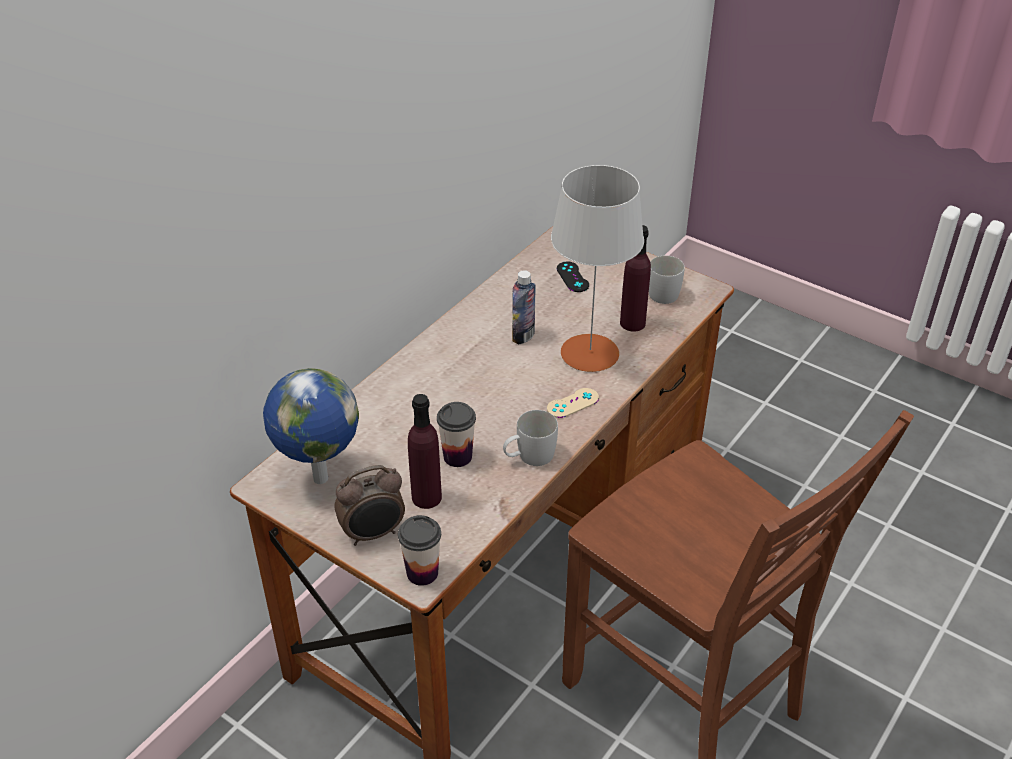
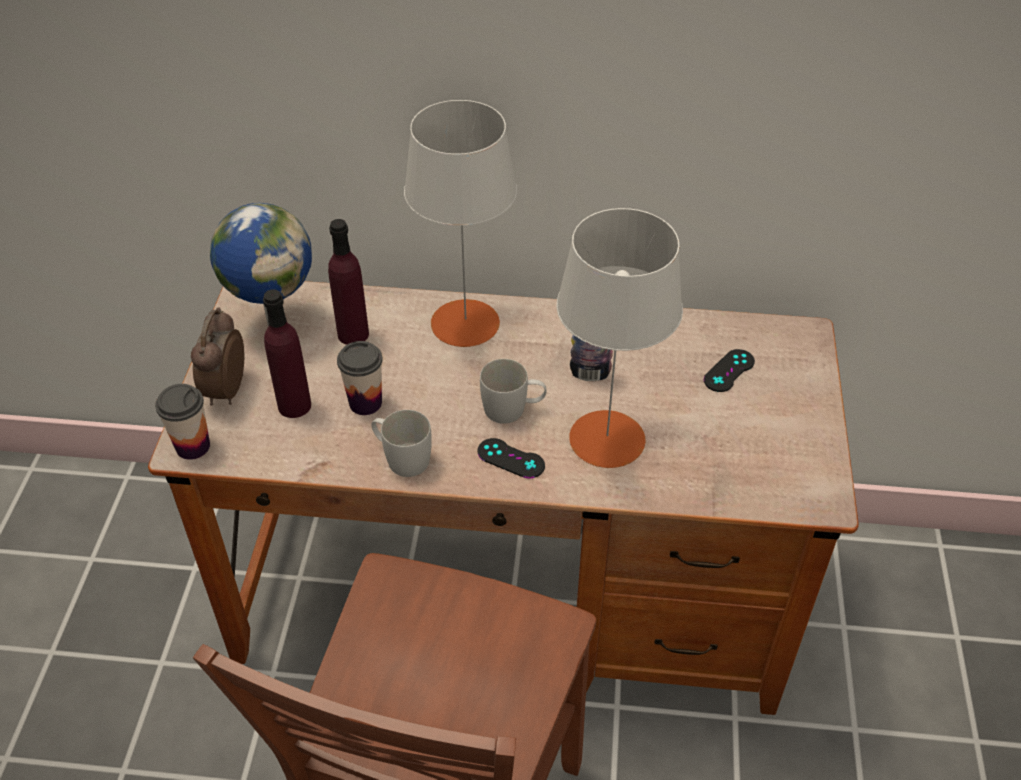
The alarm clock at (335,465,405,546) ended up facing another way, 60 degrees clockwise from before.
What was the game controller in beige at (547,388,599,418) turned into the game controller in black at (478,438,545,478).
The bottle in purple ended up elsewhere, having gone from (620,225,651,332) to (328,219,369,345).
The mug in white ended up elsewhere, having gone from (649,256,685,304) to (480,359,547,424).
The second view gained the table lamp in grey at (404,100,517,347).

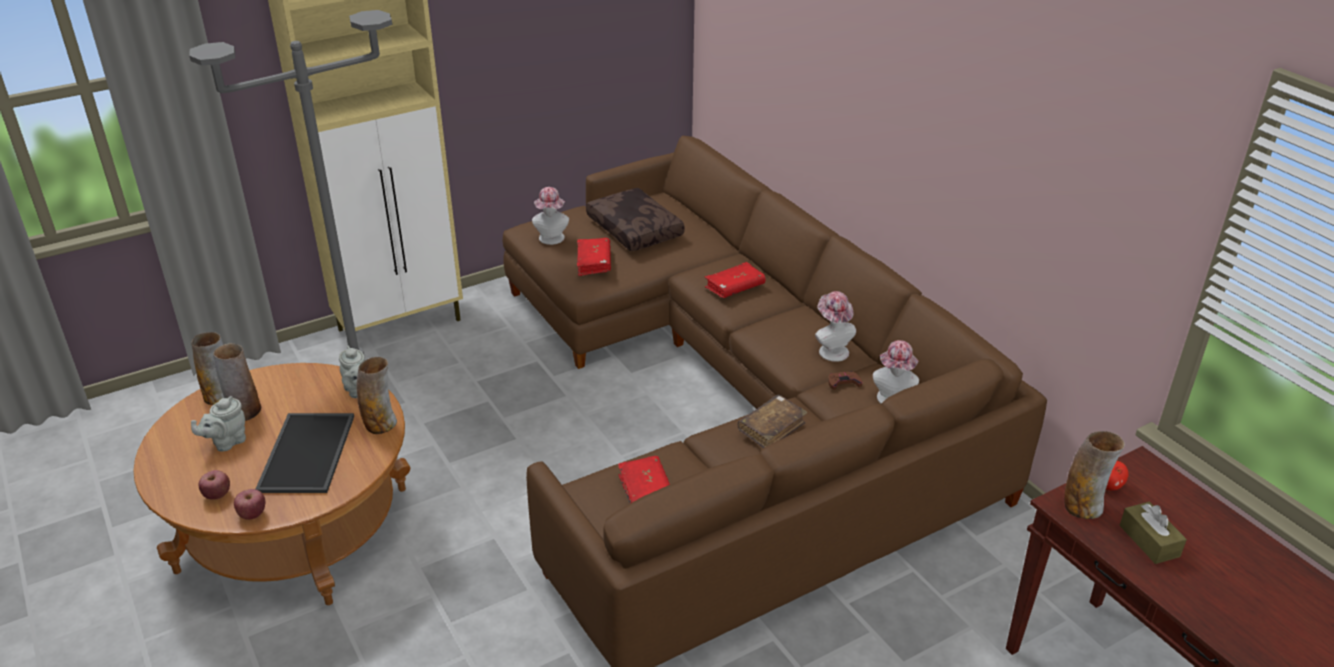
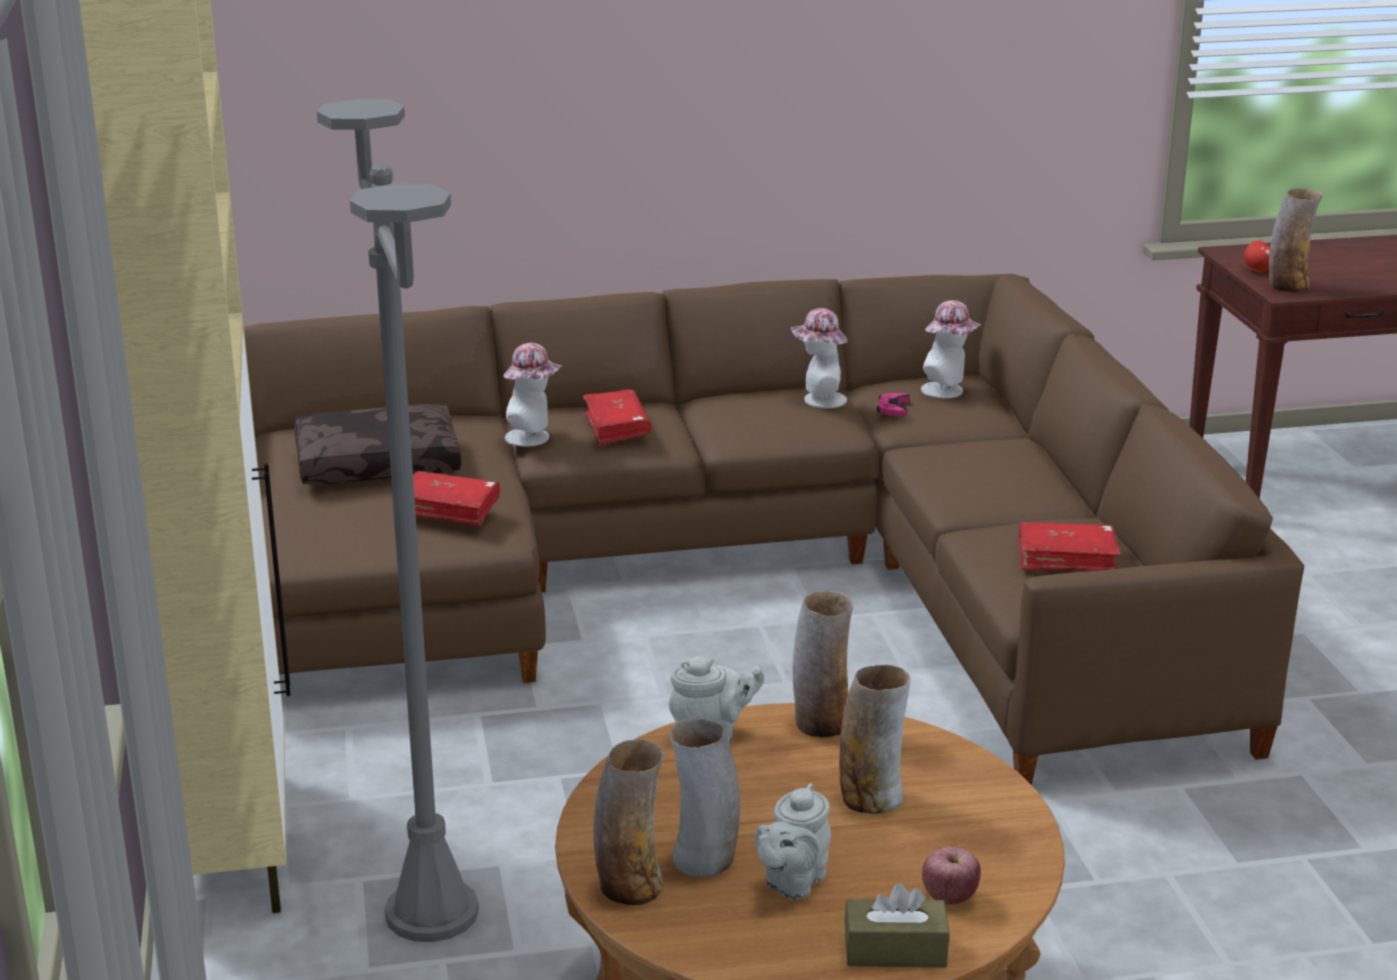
The teapot in grey at (191,396,246,452) ended up facing another way, 60 degrees clockwise from before.
The second view lost the apple at (234,489,265,520).
Where the tray stood at (256,413,354,493), the vase came to stand at (839,665,911,814).
The hat ended up elsewhere, having gone from (532,187,569,245) to (504,343,562,447).
The second view lost the book in brown at (738,395,808,448).
What was the game controller in brown at (828,371,862,390) turned into the game controller in pink at (877,393,910,416).
The tissue box in brown ended up elsewhere, having gone from (1119,502,1187,564) to (844,883,949,967).

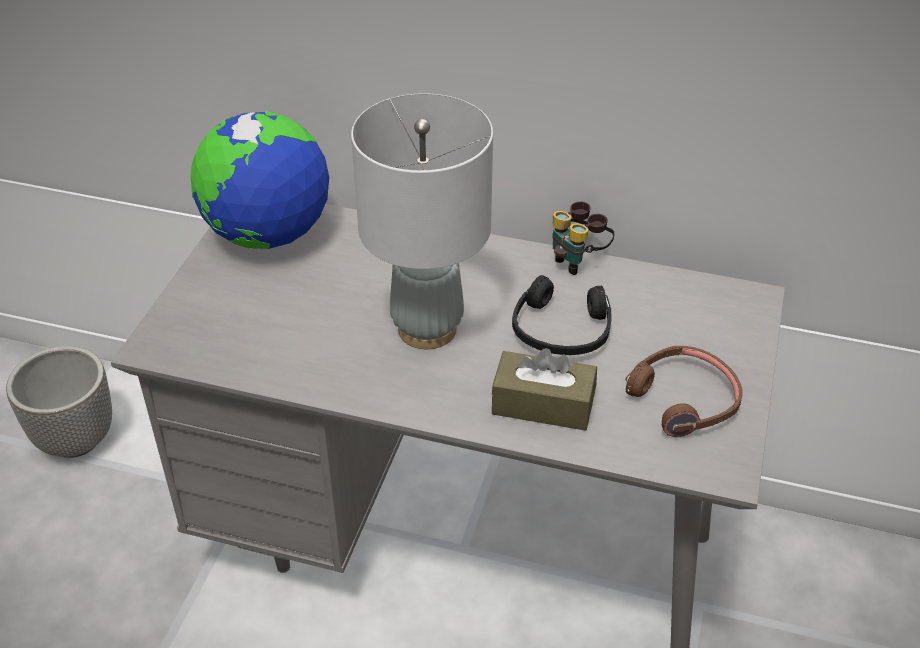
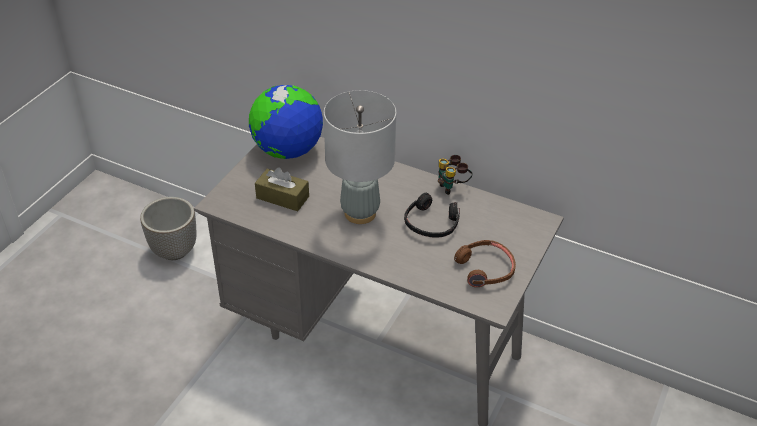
The tissue box in brown ended up elsewhere, having gone from (492,348,597,431) to (255,167,309,211).

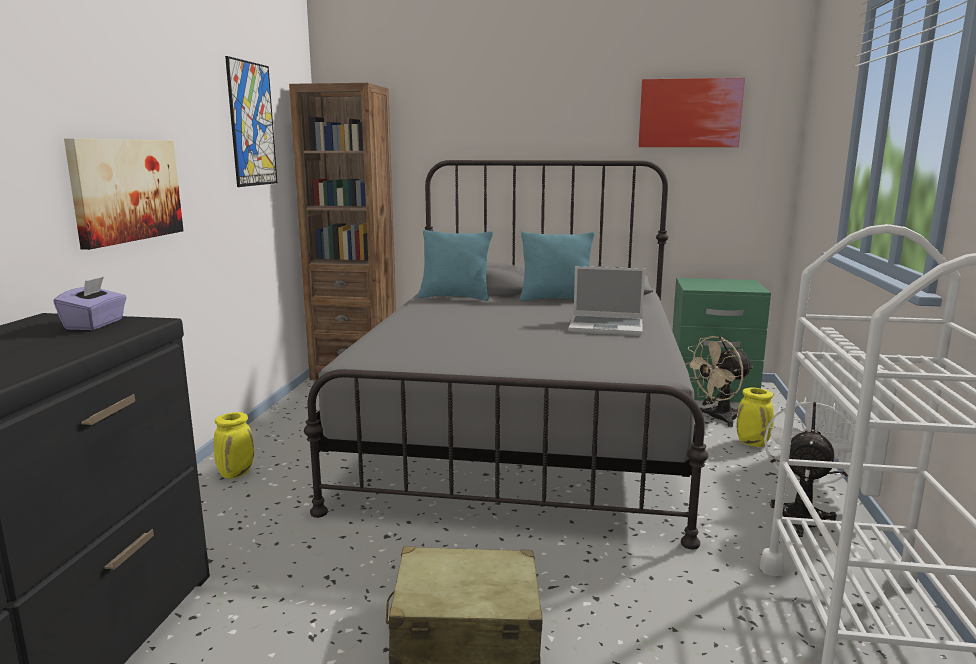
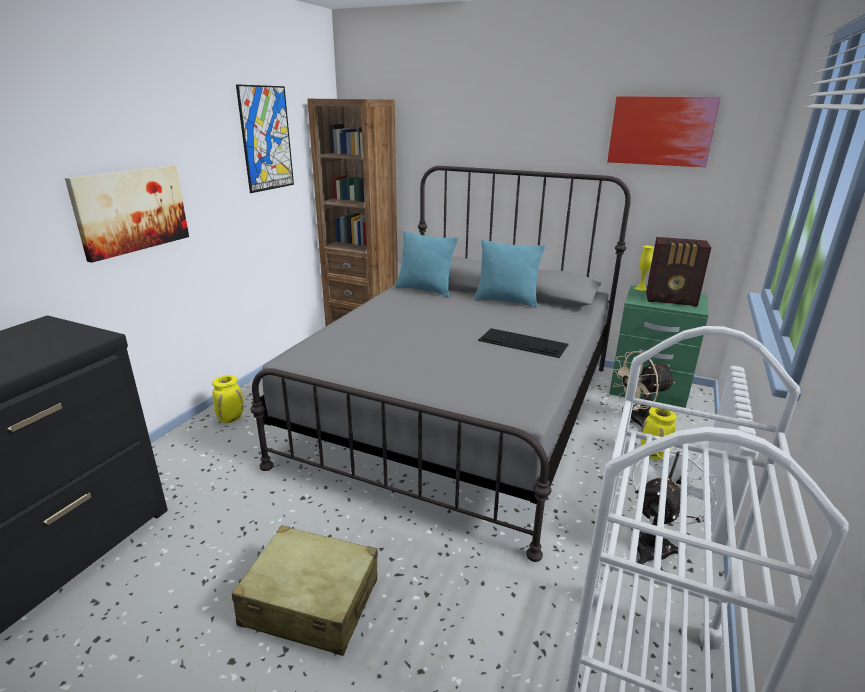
The second view lost the tissue box in purple at (54,277,127,330).
Where the laptop stood at (569,266,645,336), the keyboard came to stand at (478,328,569,358).
The second view gained the vase in yellow at (635,245,654,291).
The second view gained the radio at (646,237,711,307).

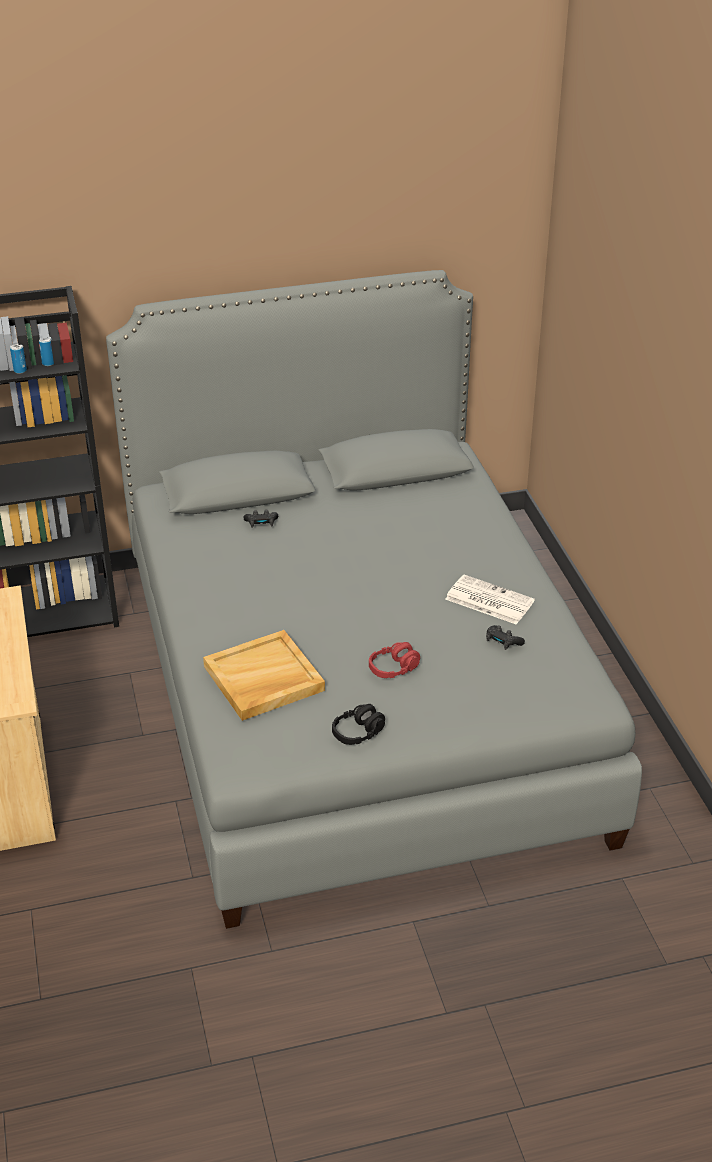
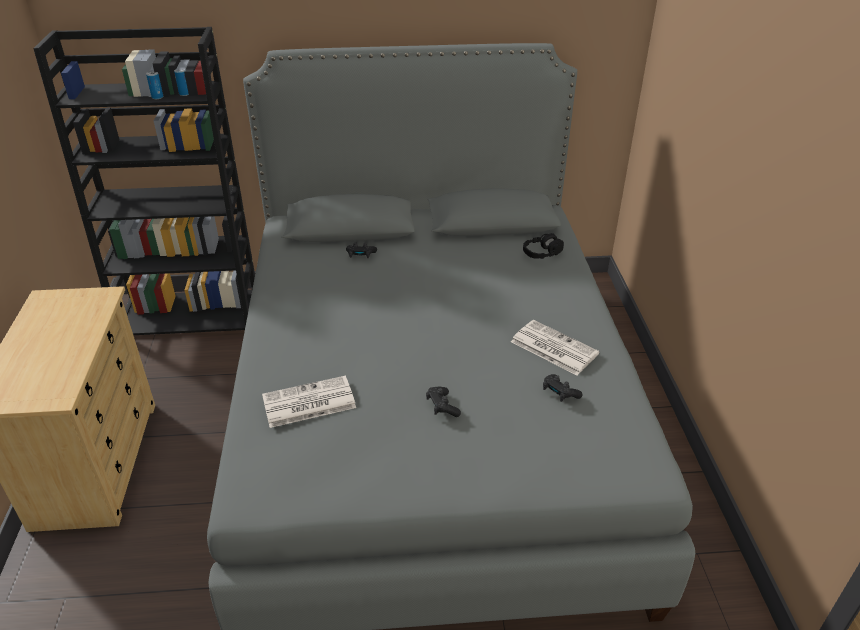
Where the tray in beige stood at (203,630,325,721), the newspaper came to stand at (262,376,356,428).
The headphones in black ended up elsewhere, having gone from (332,704,385,745) to (523,233,564,259).
Where the headphones in red stood at (369,642,420,678), the game controller in black came to stand at (426,387,461,417).

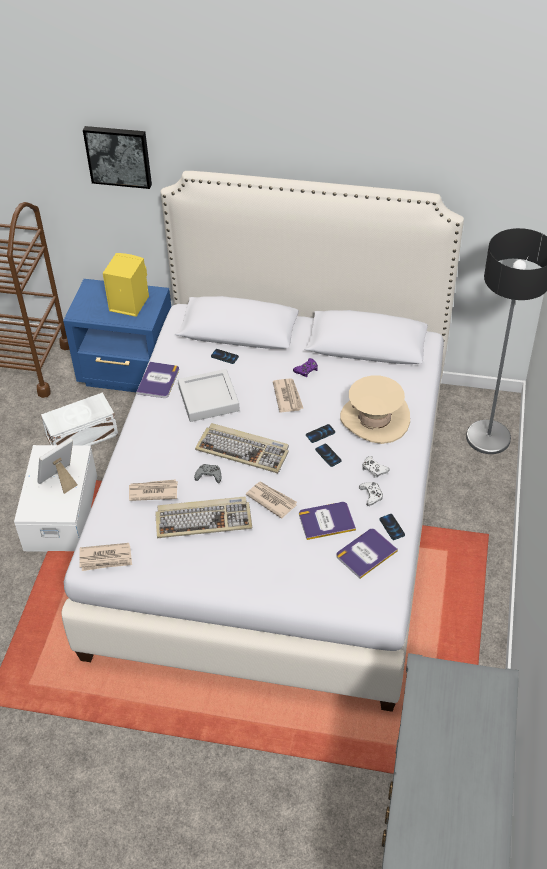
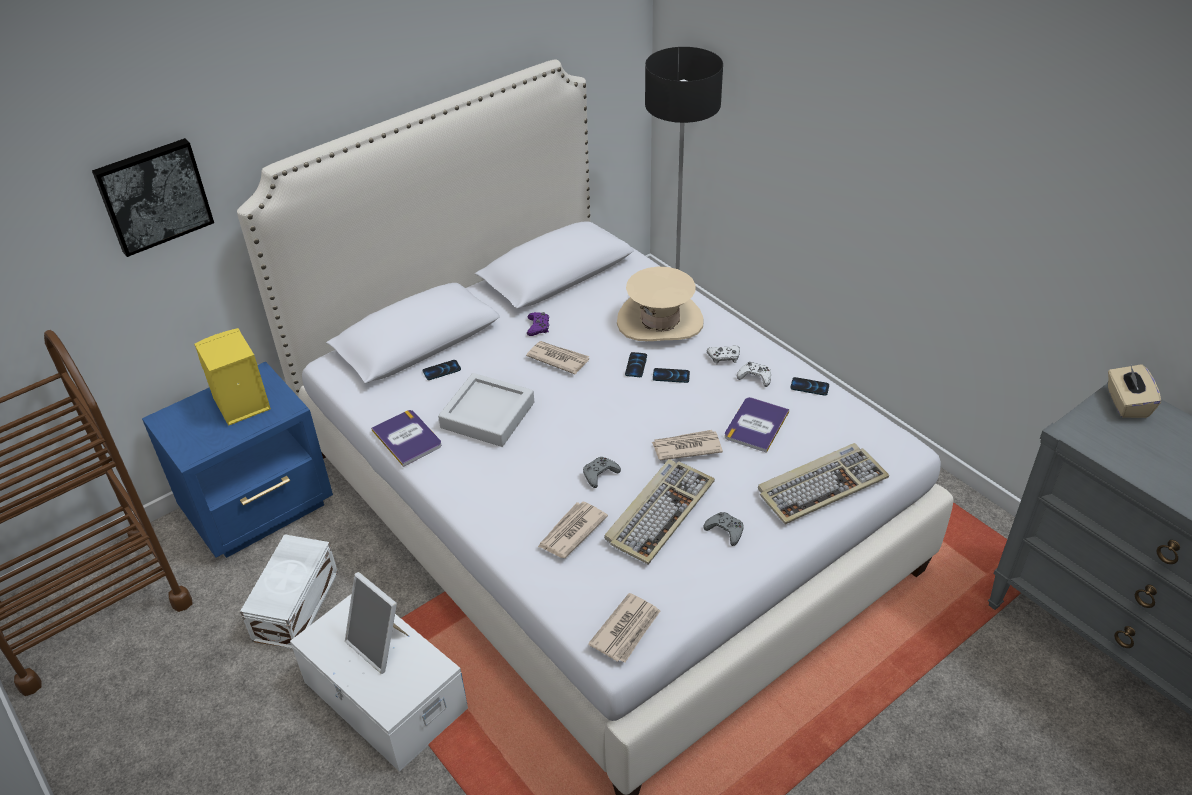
The picture frame at (37,438,78,494) ended up facing another way, 45 degrees counterclockwise from before.
The keyboard ended up elsewhere, having gone from (195,423,289,473) to (758,443,889,524).
The second view lost the book at (336,529,398,579).
The second view gained the game controller in grey at (703,512,744,546).
The second view gained the tissue box in beige at (1108,364,1161,418).

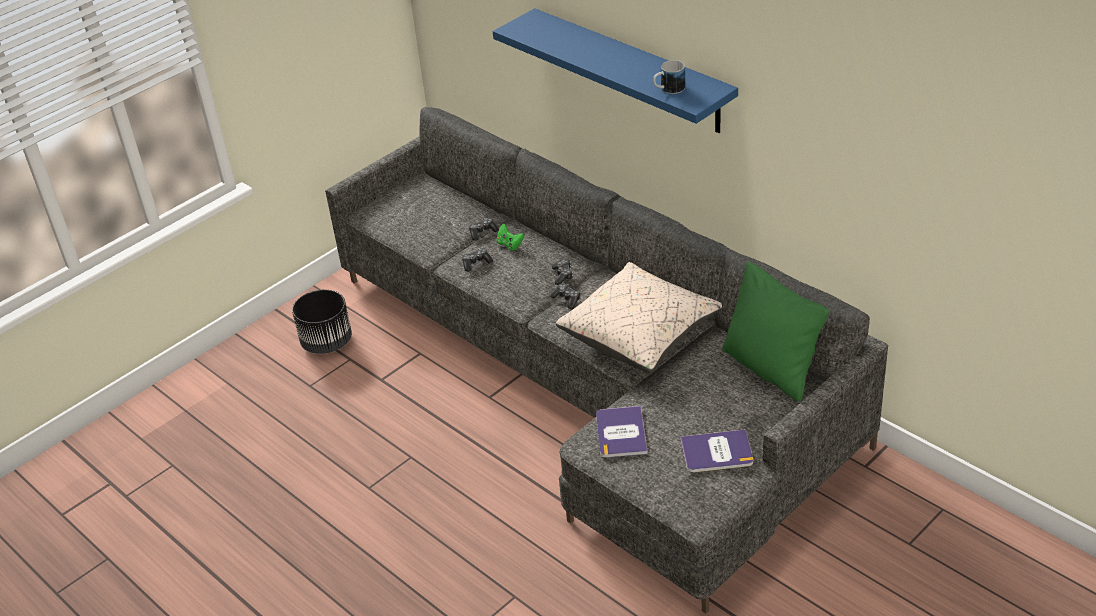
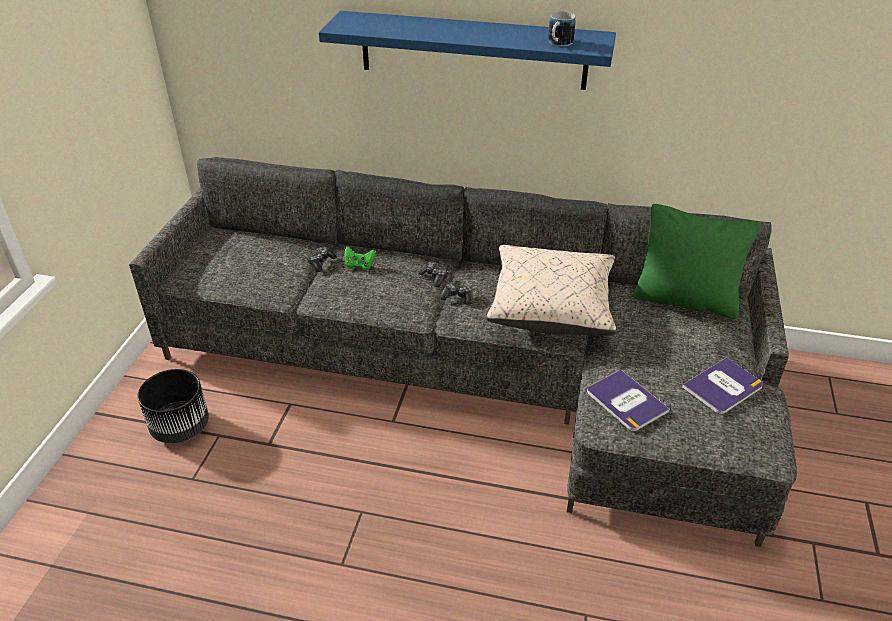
The second view lost the game controller at (462,248,493,272).

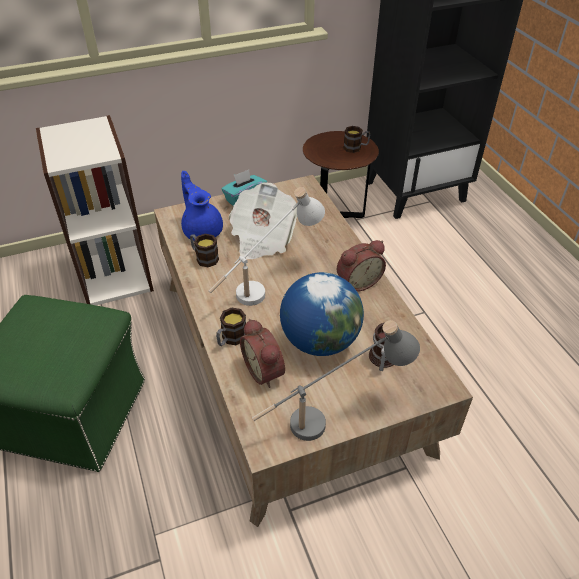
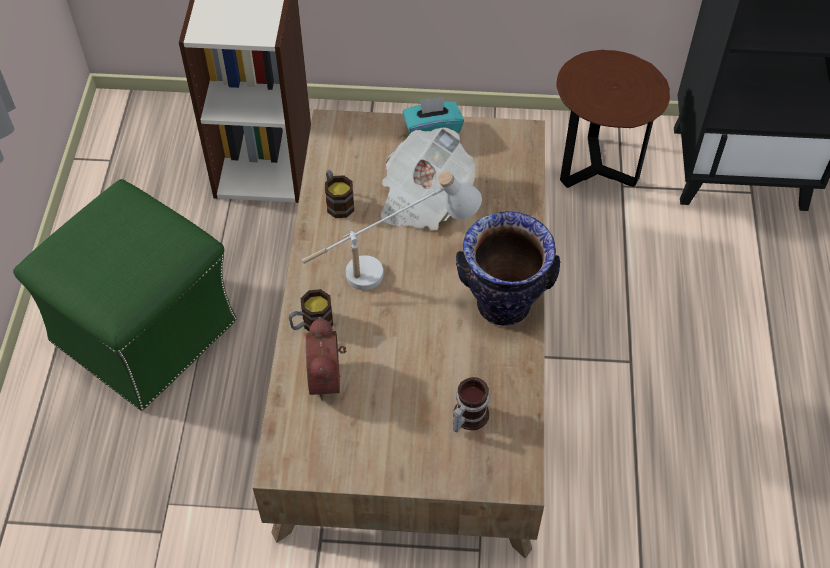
The second view lost the teapot in blue at (181,171,223,241).
The second view lost the table lamp in grey at (252,320,420,441).
The second view lost the globe at (280,272,364,356).
Where the alarm clock stood at (337,240,386,292), the vase came to stand at (456,212,561,326).
The second view lost the mug at (343,126,370,153).

